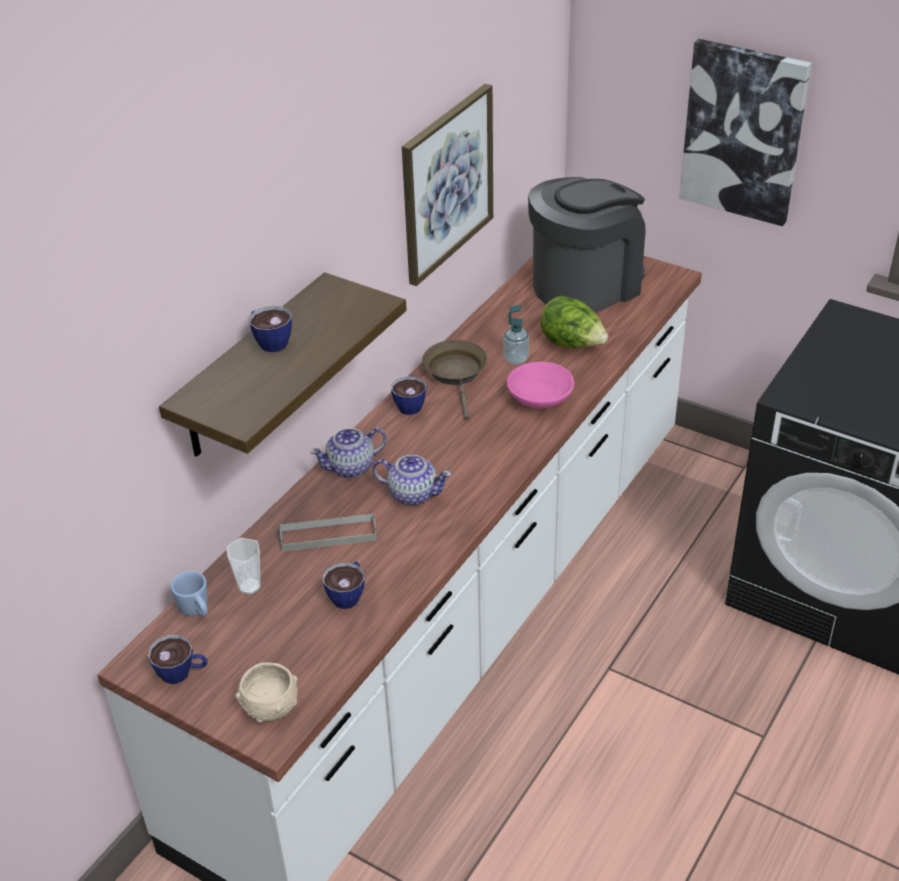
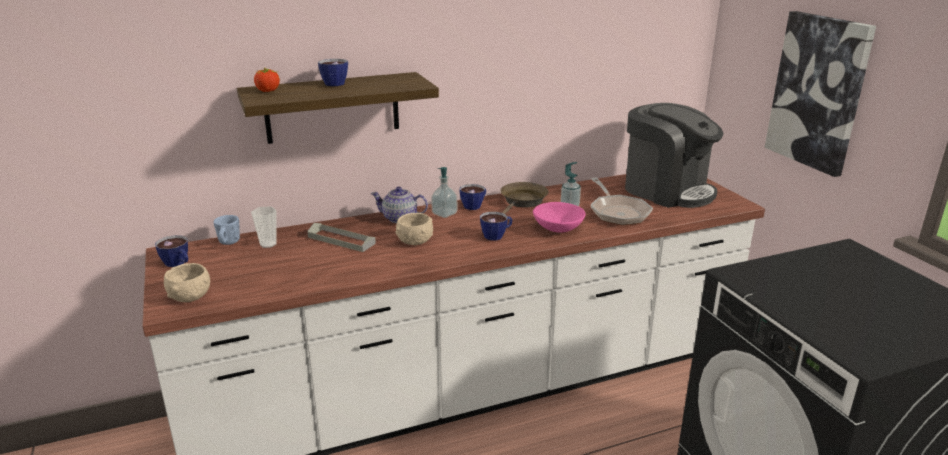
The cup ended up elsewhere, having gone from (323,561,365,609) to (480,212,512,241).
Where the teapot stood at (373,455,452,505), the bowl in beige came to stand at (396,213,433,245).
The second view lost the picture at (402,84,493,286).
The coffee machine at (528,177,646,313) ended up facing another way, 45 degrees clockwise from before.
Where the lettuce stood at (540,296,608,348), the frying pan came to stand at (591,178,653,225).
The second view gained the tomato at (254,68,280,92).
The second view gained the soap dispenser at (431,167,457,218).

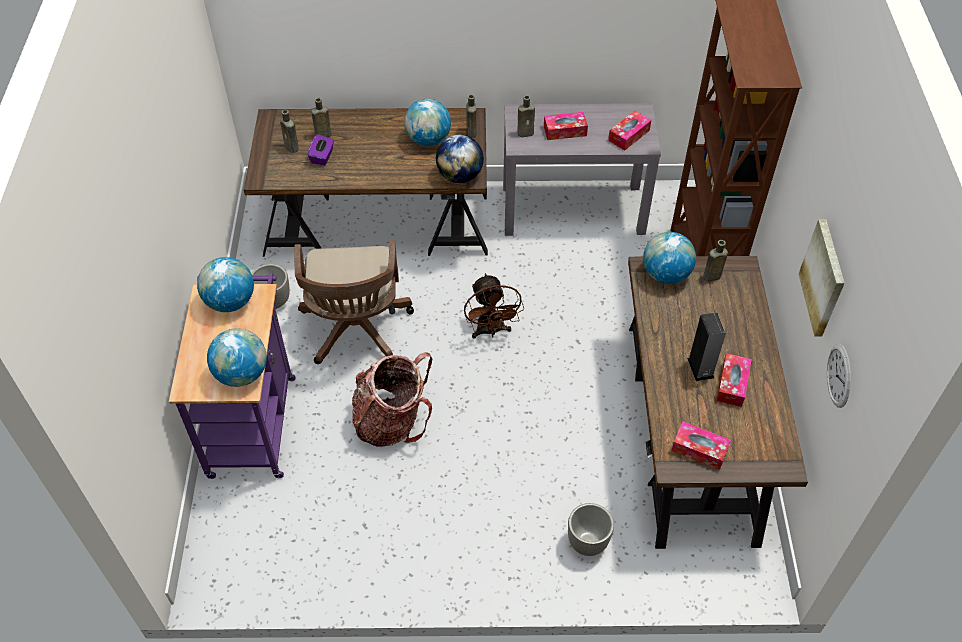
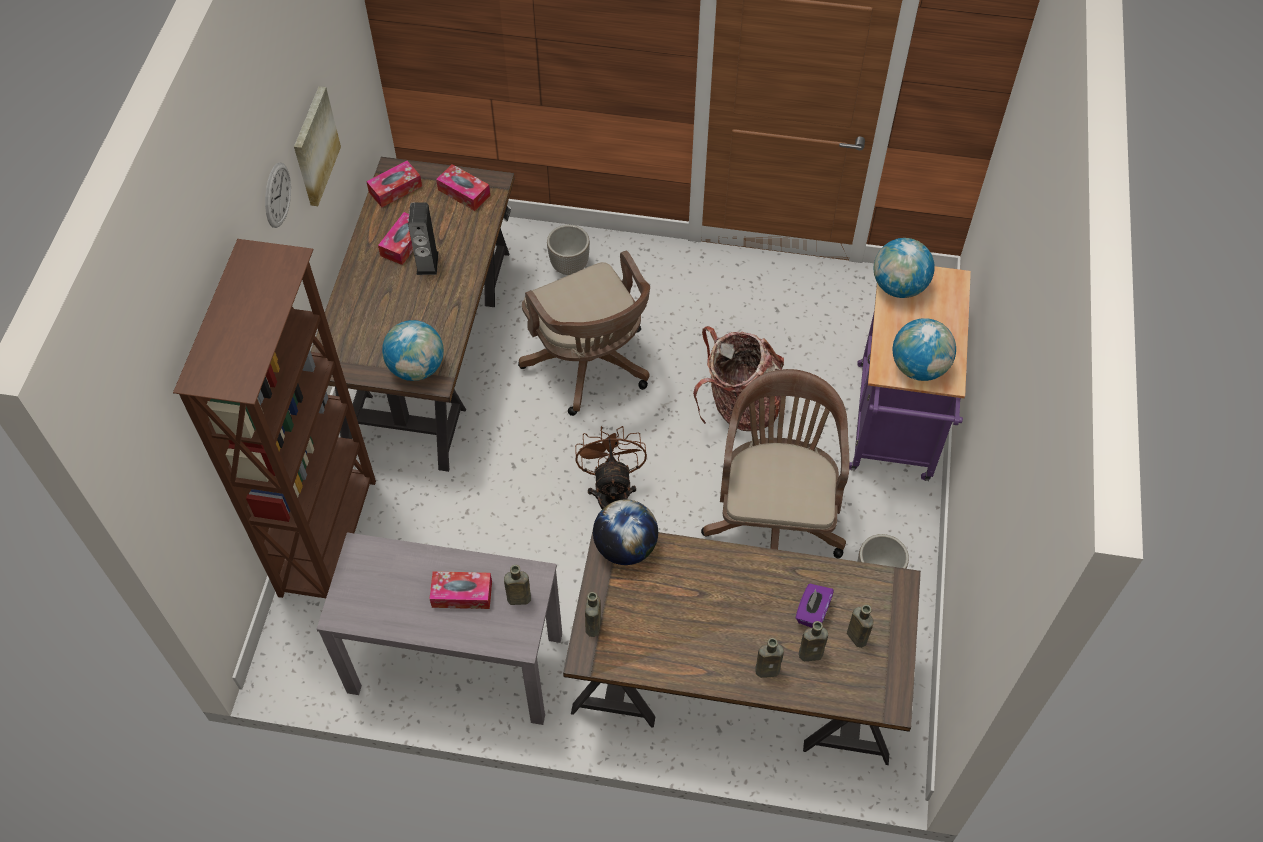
The second view lost the globe at (404,99,451,146).
The tissue box ended up elsewhere, having gone from (608,111,651,150) to (366,161,422,207).
The bottle in brown ended up elsewhere, having gone from (703,240,728,282) to (755,638,784,678).
The wall clock ended up elsewhere, having gone from (827,344,851,408) to (265,162,291,228).
The second view gained the office chair in brown at (518,250,650,416).

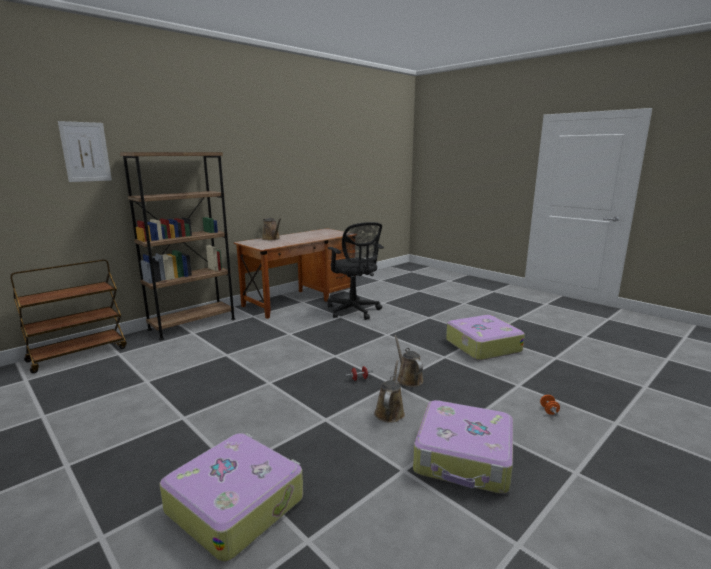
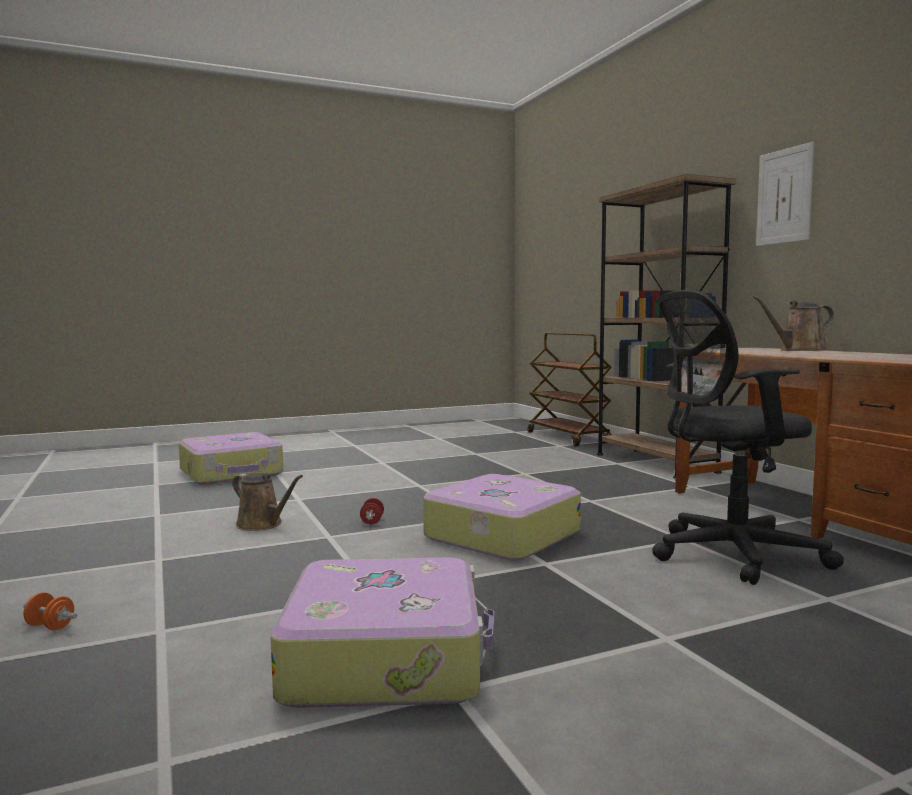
The picture ended up elsewhere, having gone from (58,121,112,182) to (756,142,814,246).
The second view lost the watering can in brown at (394,335,423,387).
The suitcase ended up elsewhere, having gone from (413,400,513,494) to (423,474,581,561).

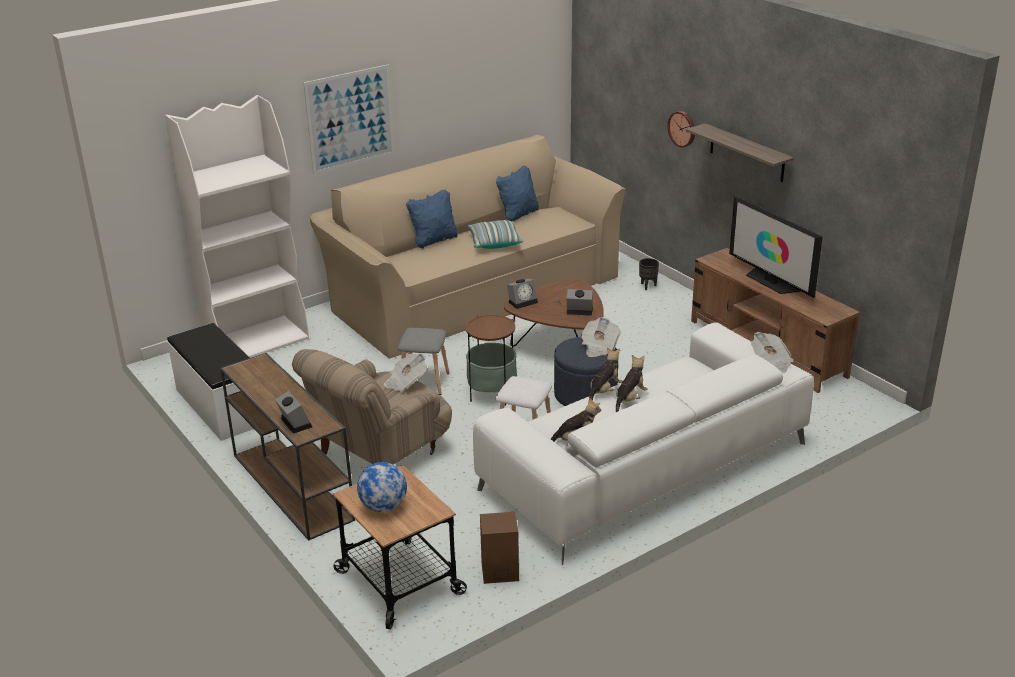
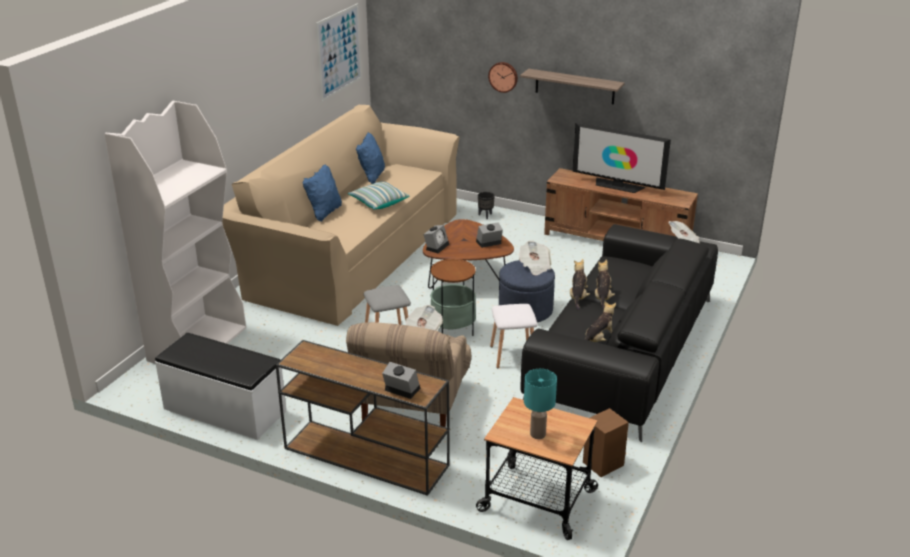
The picture ended up elsewhere, having gone from (304,65,395,174) to (316,4,362,102).
Where the globe stood at (357,462,407,512), the table lamp in turquoise came to stand at (524,369,557,439).
What was the sofa in white at (473,322,814,565) turned into the sofa in black at (520,224,718,442).

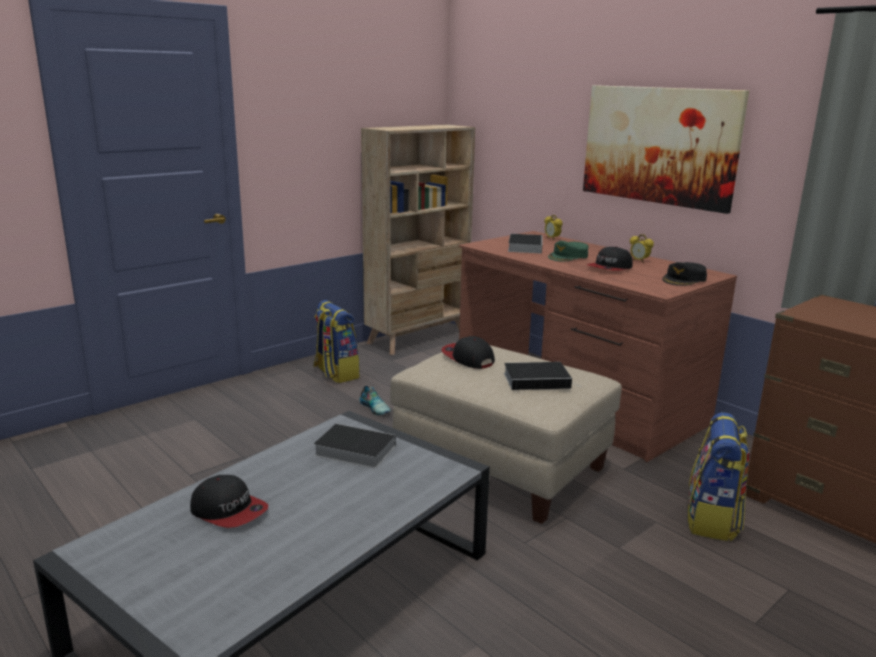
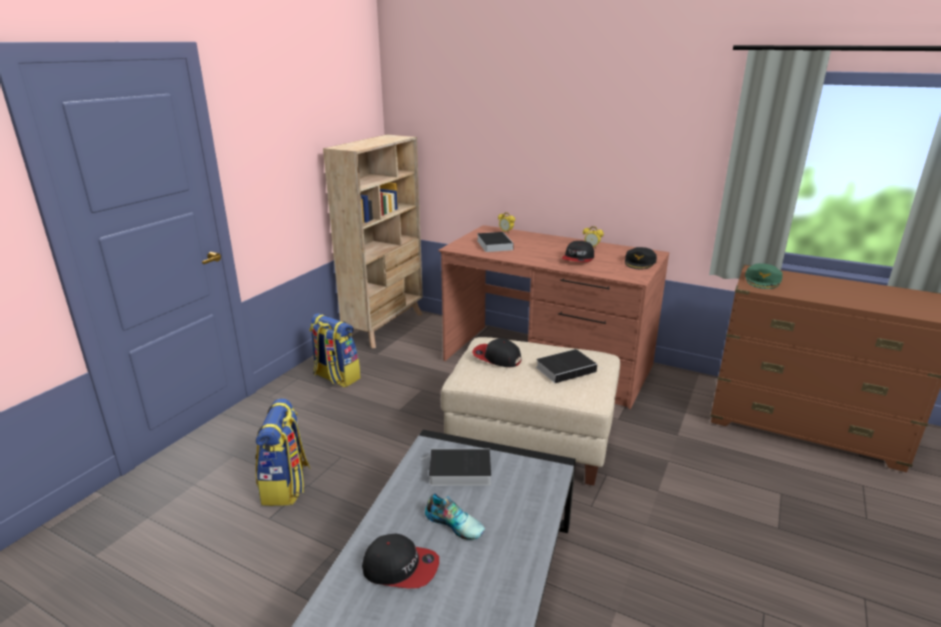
The shoe ended up elsewhere, having gone from (360,386,391,415) to (425,493,485,540).
The cap in green ended up elsewhere, having gone from (548,241,588,262) to (745,263,783,289).
The second view lost the picture at (583,85,749,214).
The backpack ended up elsewhere, having gone from (688,412,750,541) to (255,398,311,506).

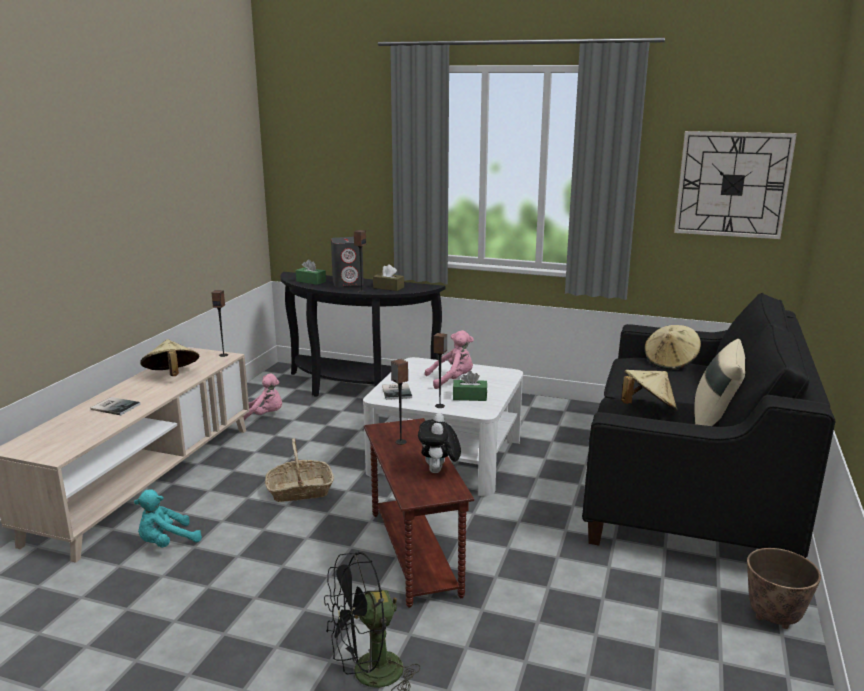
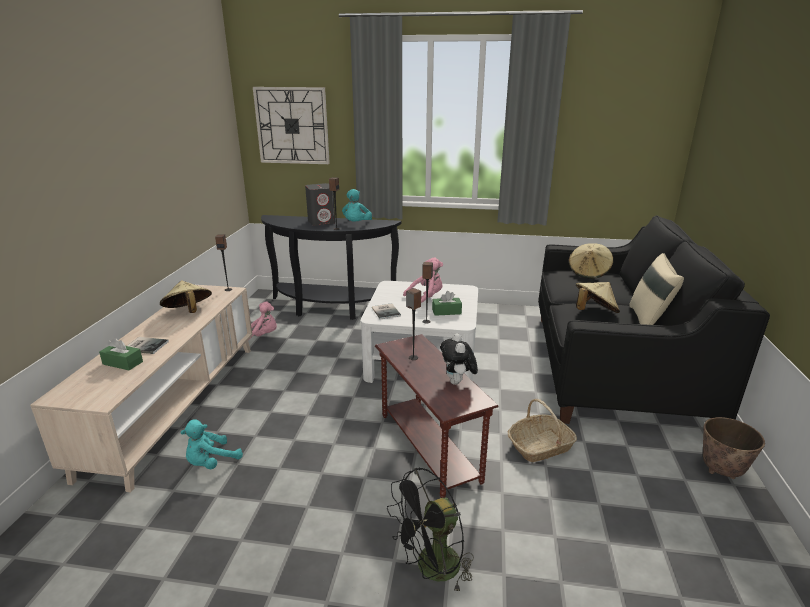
The basket ended up elsewhere, having gone from (265,438,334,502) to (508,399,577,462).
The tissue box in green ended up elsewhere, having gone from (296,259,326,285) to (99,338,143,370).
Where the tissue box in brown stood at (373,264,404,291), the plush toy in turquoise came to stand at (342,189,372,222).
The wall clock ended up elsewhere, having gone from (674,131,797,239) to (253,87,330,164).

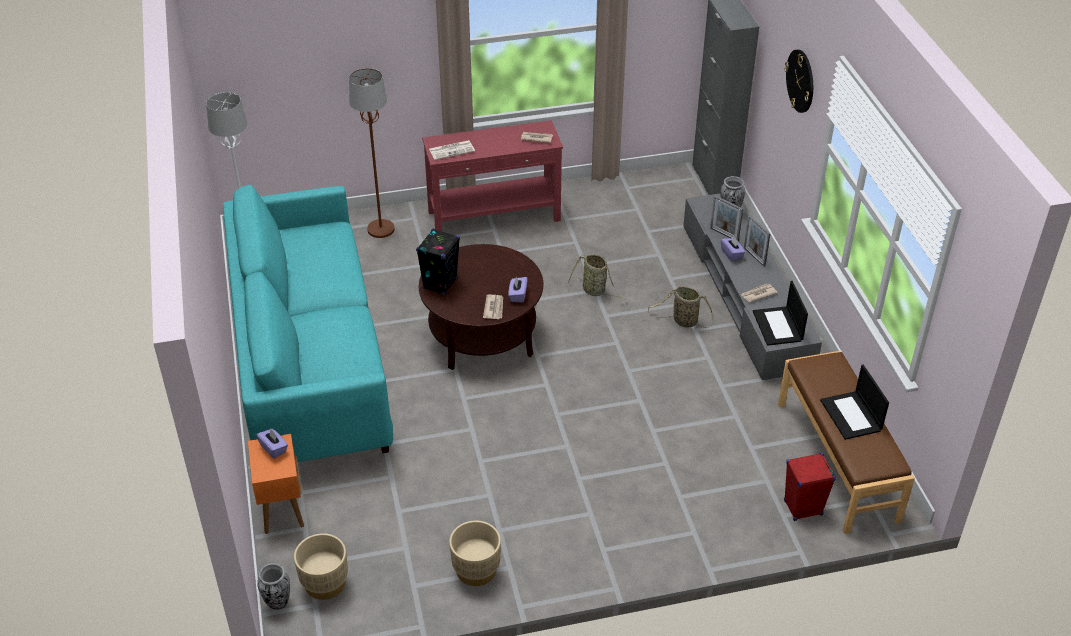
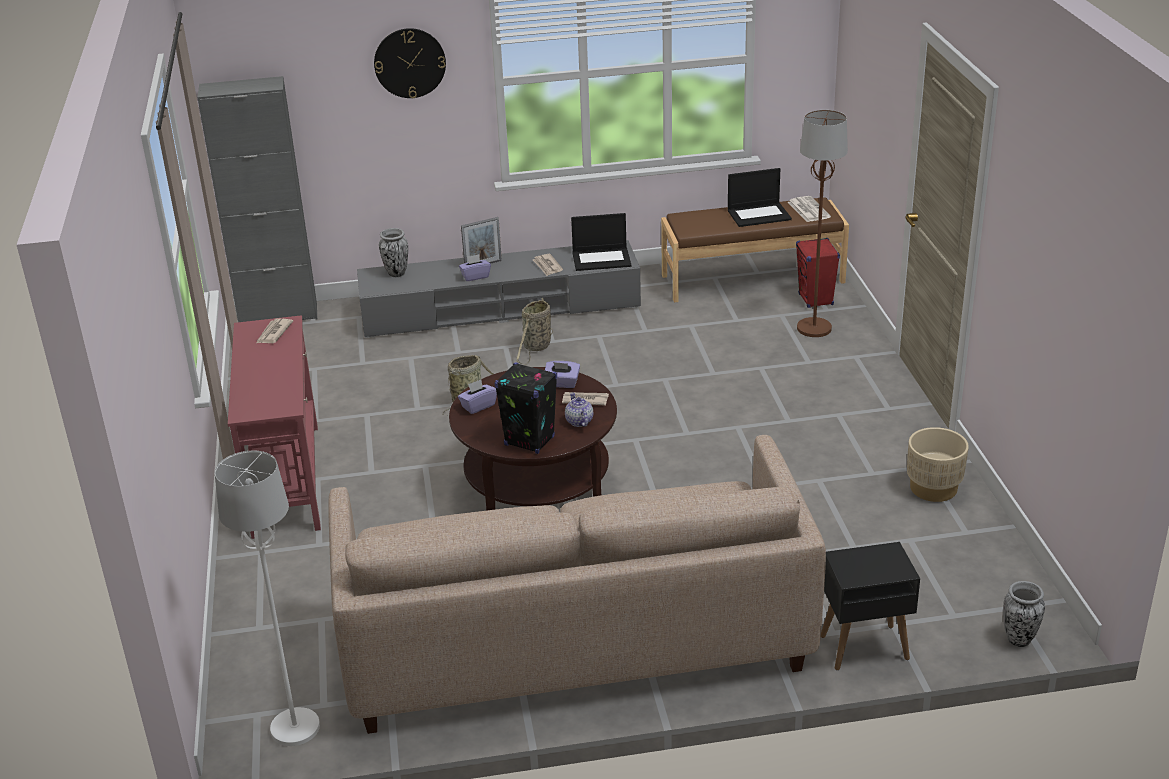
What was the sofa in turquoise at (223,185,393,462) turned into the sofa in beige at (328,435,826,734).
What was the side table in orange at (248,434,304,534) turned into the side table in black at (821,542,920,670).
The tissue box in purple ended up elsewhere, having gone from (256,429,288,459) to (458,380,497,414).
The second view lost the planter in beige at (294,533,348,600).
The floor lamp in brown ended up elsewhere, having gone from (349,68,395,238) to (797,110,848,337).
The newspaper ended up elsewhere, having gone from (429,140,475,160) to (788,196,831,222).
The second view lost the picture frame at (710,195,743,242).
The second view gained the teapot at (565,393,593,427).

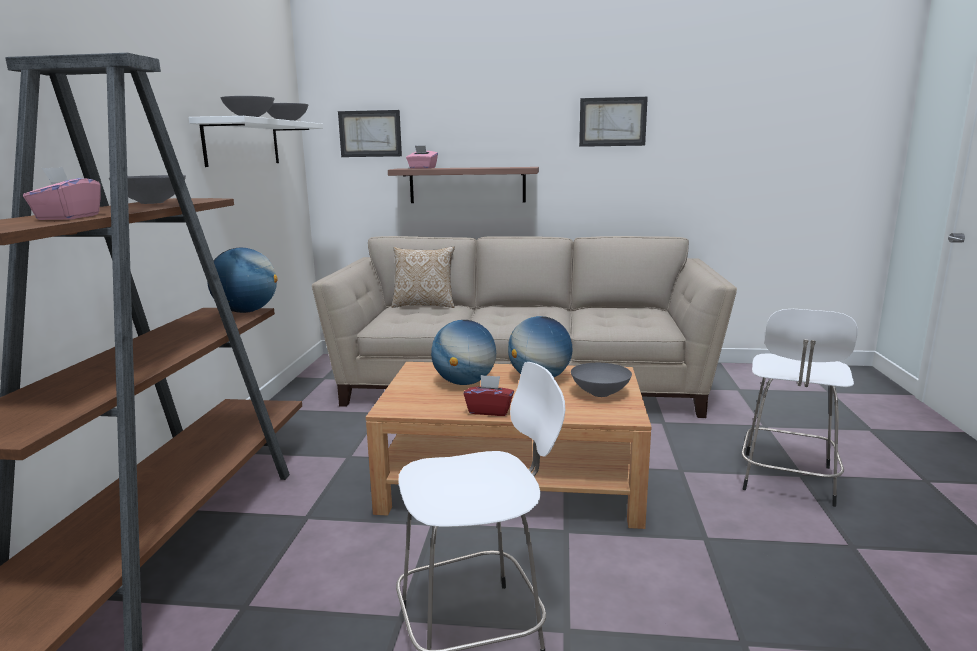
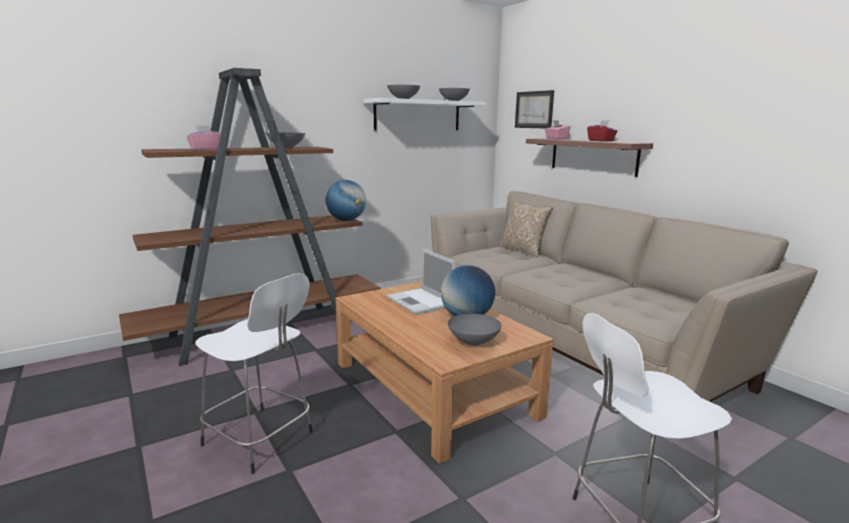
Where the globe stood at (431,320,496,385), the laptop came to stand at (386,249,456,315).
The tissue box in red ended up elsewhere, having gone from (464,375,514,416) to (587,120,617,142).
The second view lost the picture at (579,97,648,147).

